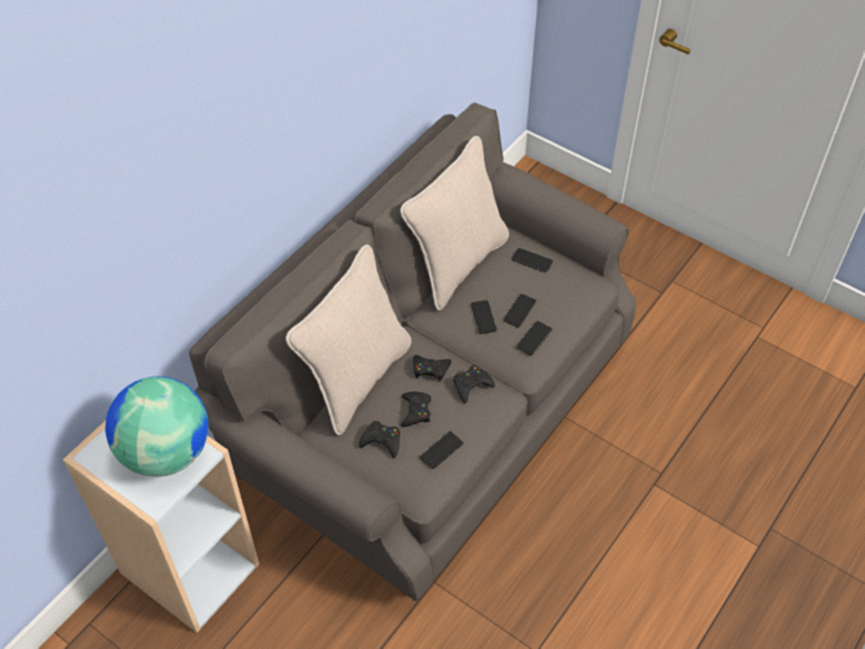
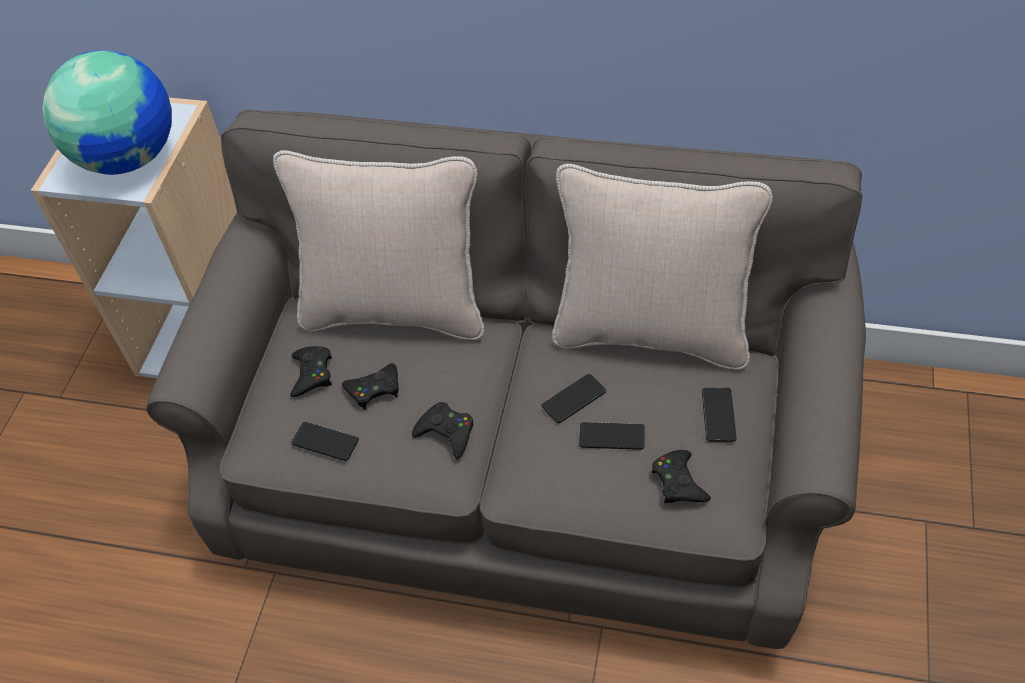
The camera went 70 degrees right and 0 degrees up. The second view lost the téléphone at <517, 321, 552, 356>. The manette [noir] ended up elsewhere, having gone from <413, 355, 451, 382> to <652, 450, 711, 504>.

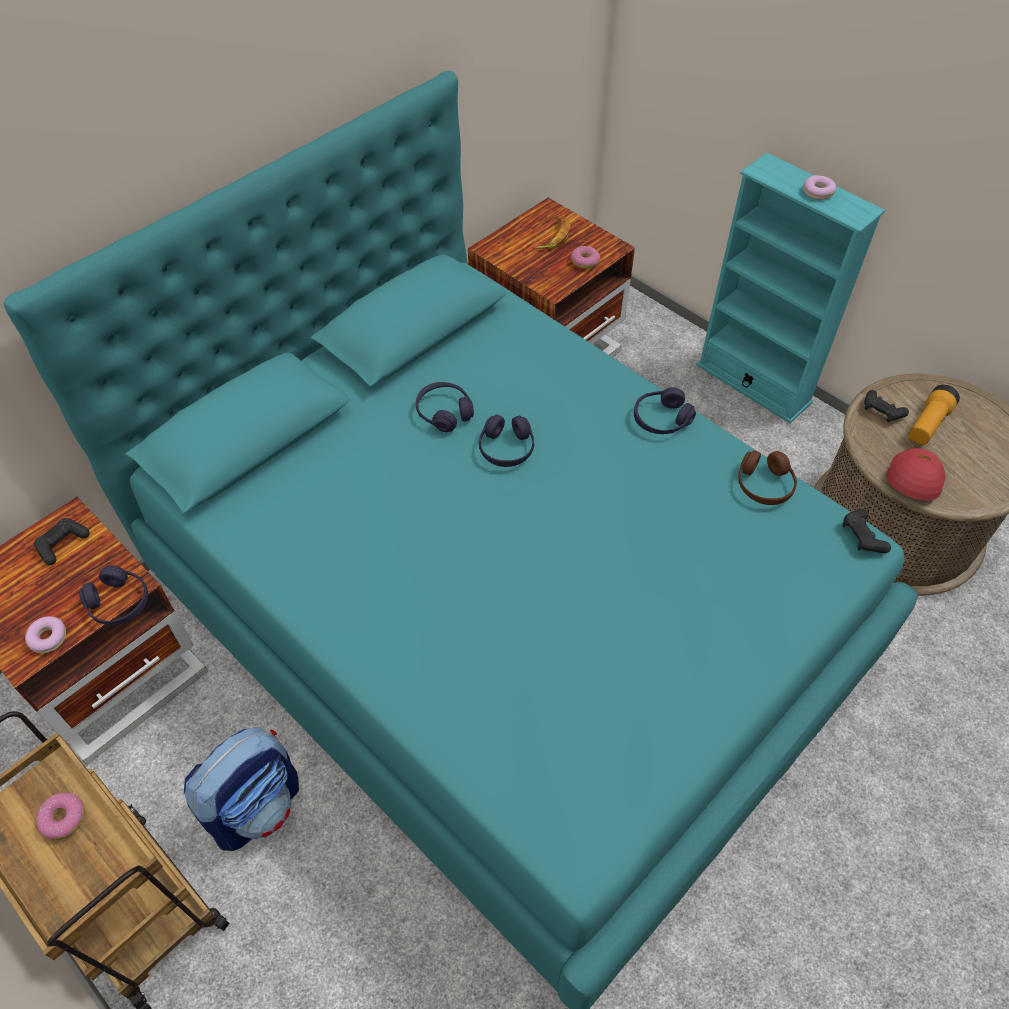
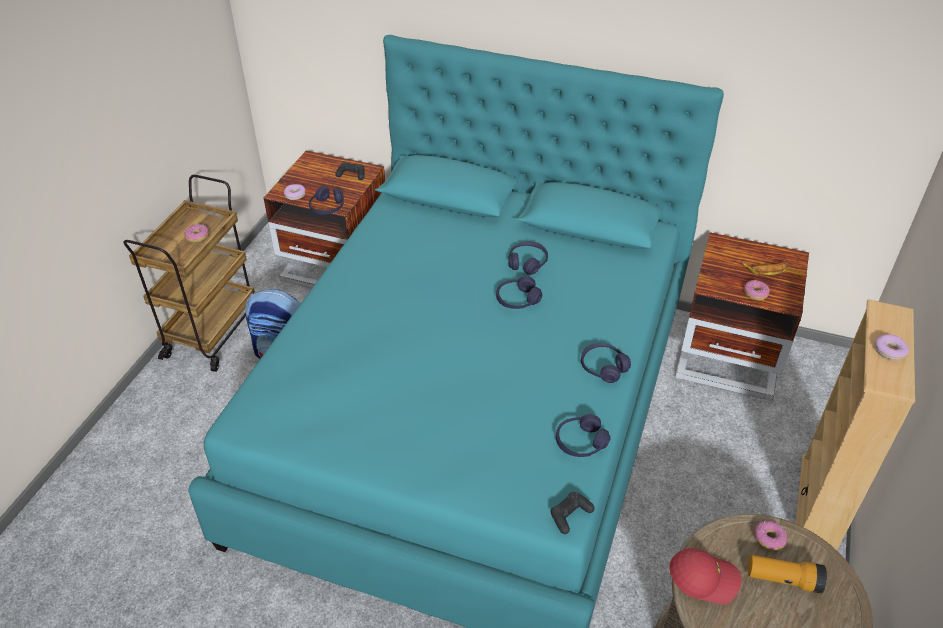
The camera went 65 degrees right and 10 degrees down. Where the manette [noir] stood at <864, 390, 909, 422>, the beignet came to stand at <755, 521, 787, 550>. What was the bibliothèque [turquoise] at <696, 153, 885, 423> turned into the bibliothèque [beige] at <796, 299, 915, 550>. What was the casque audio [marron] at <739, 450, 797, 505> turned into the casque audio [violet] at <556, 414, 611, 457>.

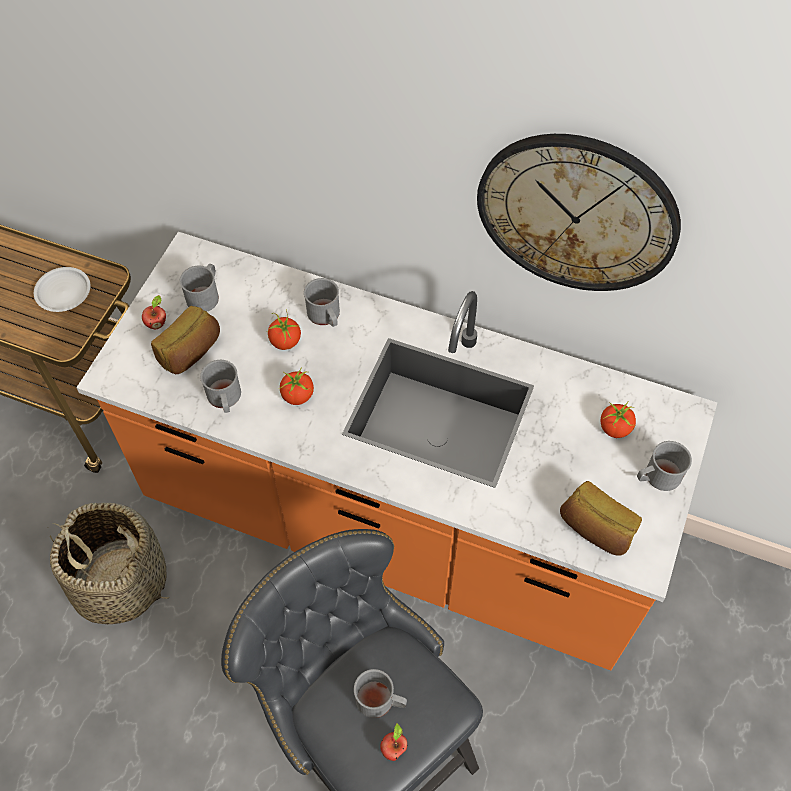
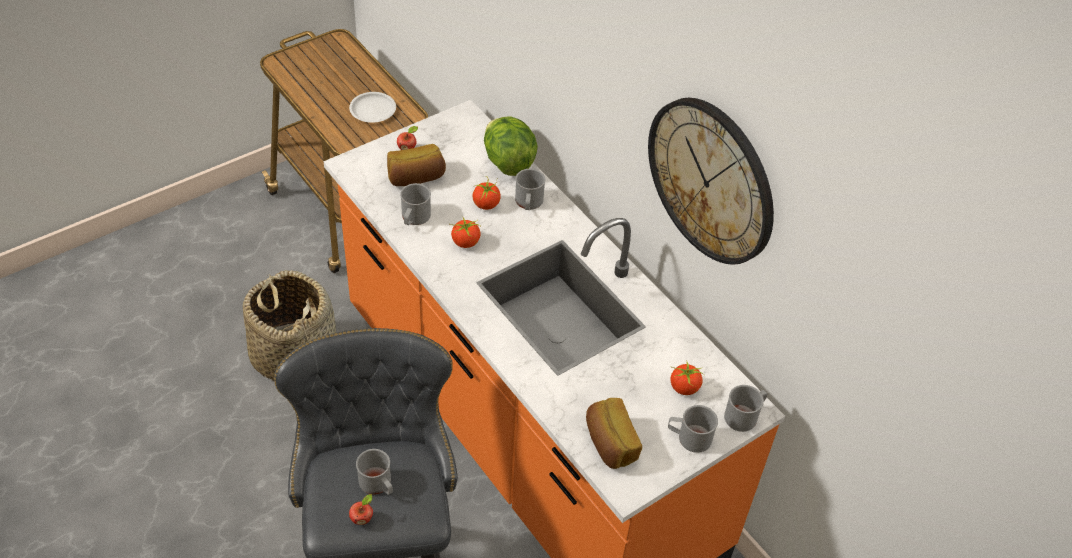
The camera went 30 degrees right and 10 degrees down. The second view gained the laitue at <484, 116, 538, 176>. The mug [gris] ended up elsewhere, having gone from <180, 264, 219, 312> to <724, 385, 767, 432>.

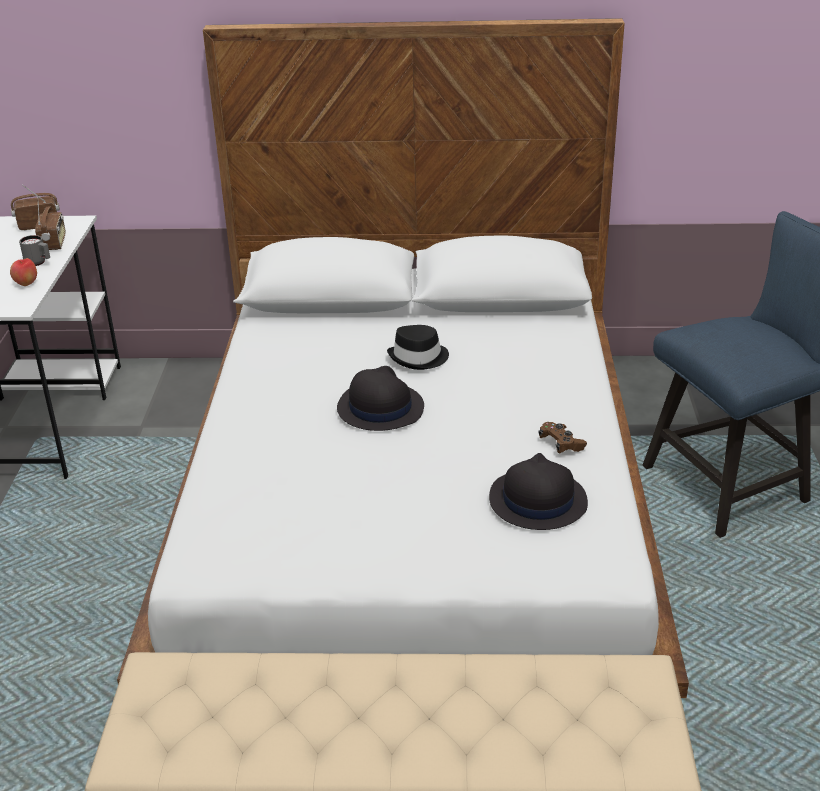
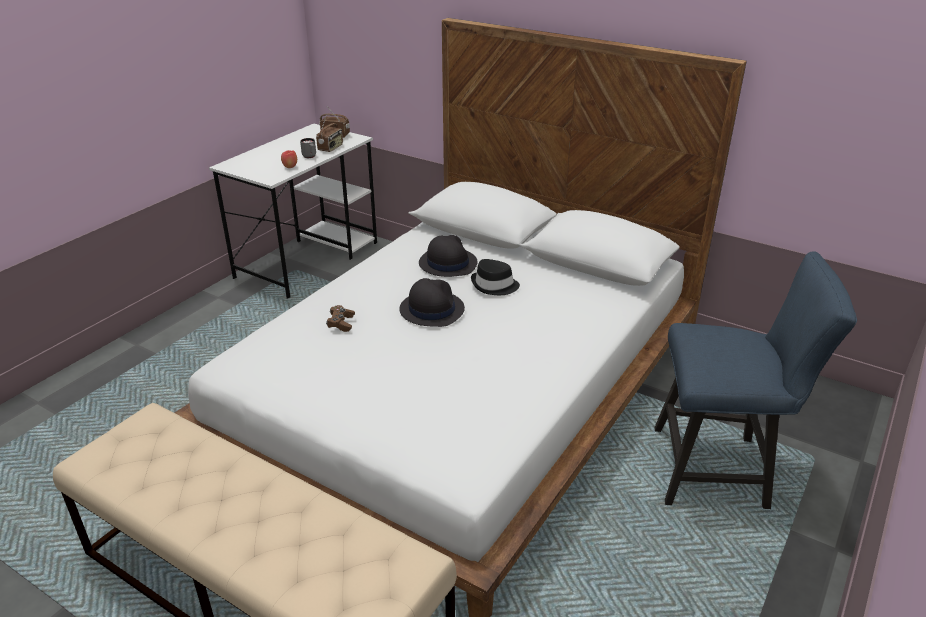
The camera went 30 degrees right and 0 degrees up. The chapeau [noir] ended up elsewhere, having gone from <489, 453, 588, 530> to <419, 235, 477, 277>. The manette [marron] ended up elsewhere, having gone from <538, 422, 587, 454> to <326, 305, 355, 332>.

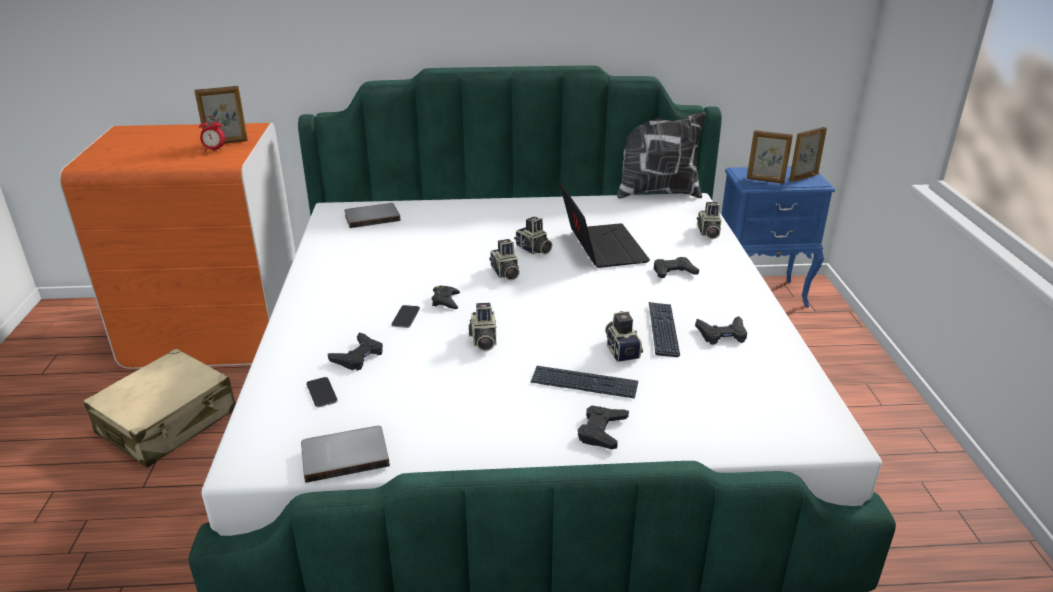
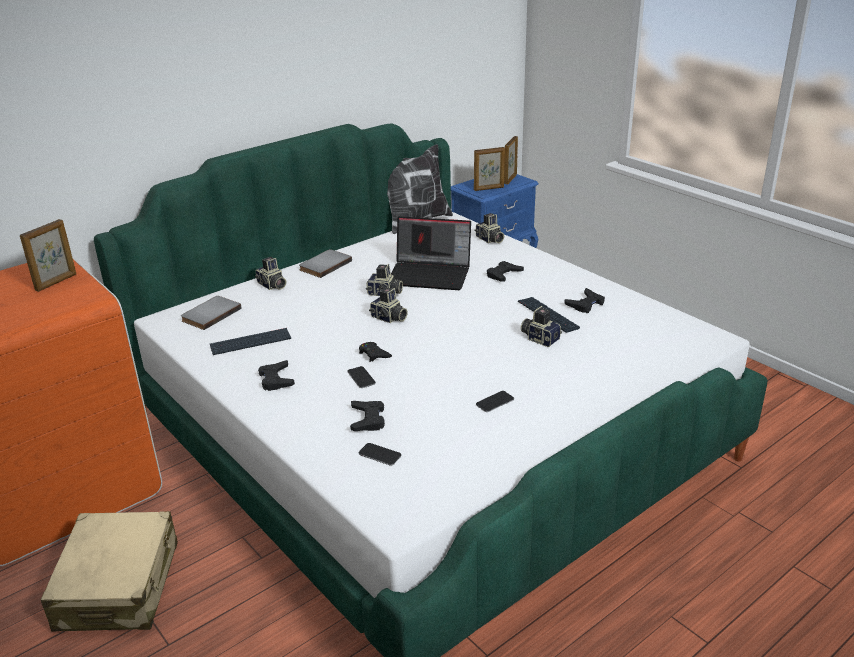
The camera went 35 degrees left and 0 degrees up. The second view lost the réveil at <199, 116, 225, 152>. The second view gained the téléphone at <476, 391, 514, 412>. The livre [gris] ended up elsewhere, having gone from <301, 426, 390, 483> to <299, 249, 352, 278>. The appareil photo ended up elsewhere, having gone from <469, 303, 497, 351> to <255, 257, 286, 290>. The clavier ended up elsewhere, having gone from <531, 366, 638, 399> to <210, 328, 291, 355>. The manette [noir] ended up elsewhere, having gone from <578, 405, 629, 449> to <258, 360, 295, 391>. The ordinateur portable at <560, 183, 650, 268> ended up facing another way, 150 degrees clockwise from before.

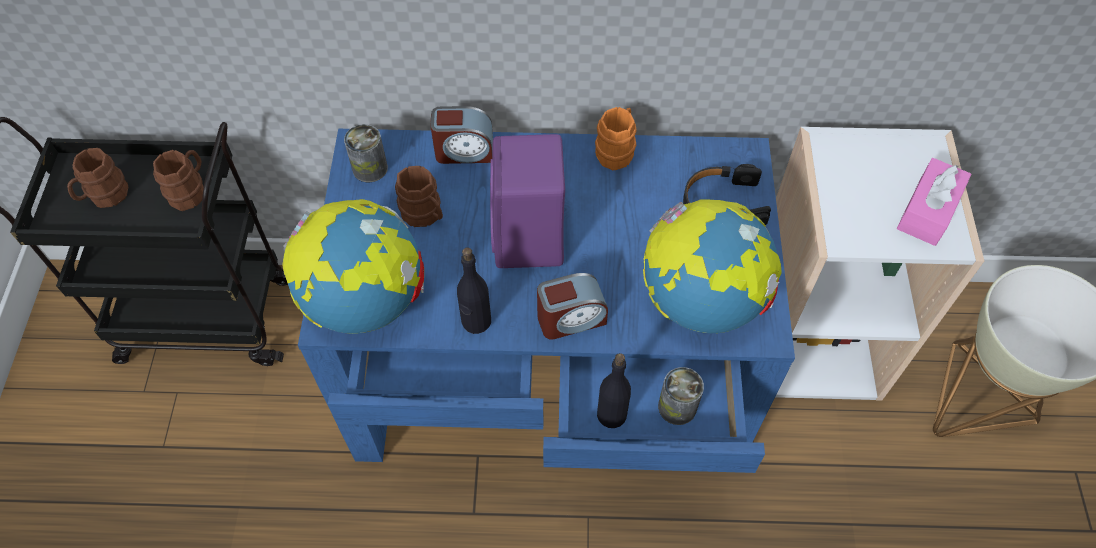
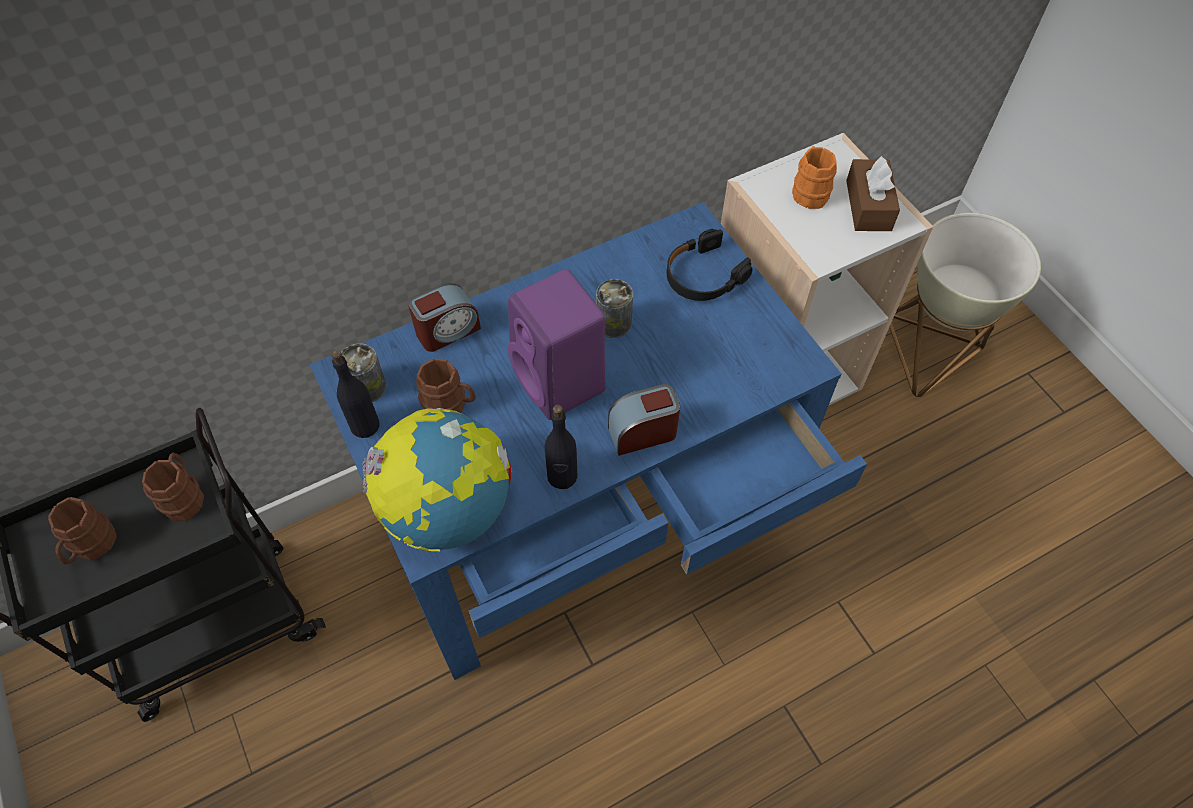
The camera went 30 degrees left and 0 degrees up. The second view lost the globe at <643, 200, 782, 333>. The mug [orange] ended up elsewhere, having gone from <595, 107, 637, 170> to <792, 146, 837, 209>. The bouteille [noir] ended up elsewhere, having gone from <597, 353, 631, 428> to <331, 350, 380, 438>. The boîte métallique ended up elsewhere, having gone from <658, 367, 704, 425> to <596, 279, 633, 338>. What was the boîte à mouchoirs [rose] at <897, 158, 971, 246> turned into the boîte à mouchoirs [marron] at <846, 156, 900, 231>. The réveil at <537, 273, 608, 340> ended up facing another way, 150 degrees counterclockwise from before.

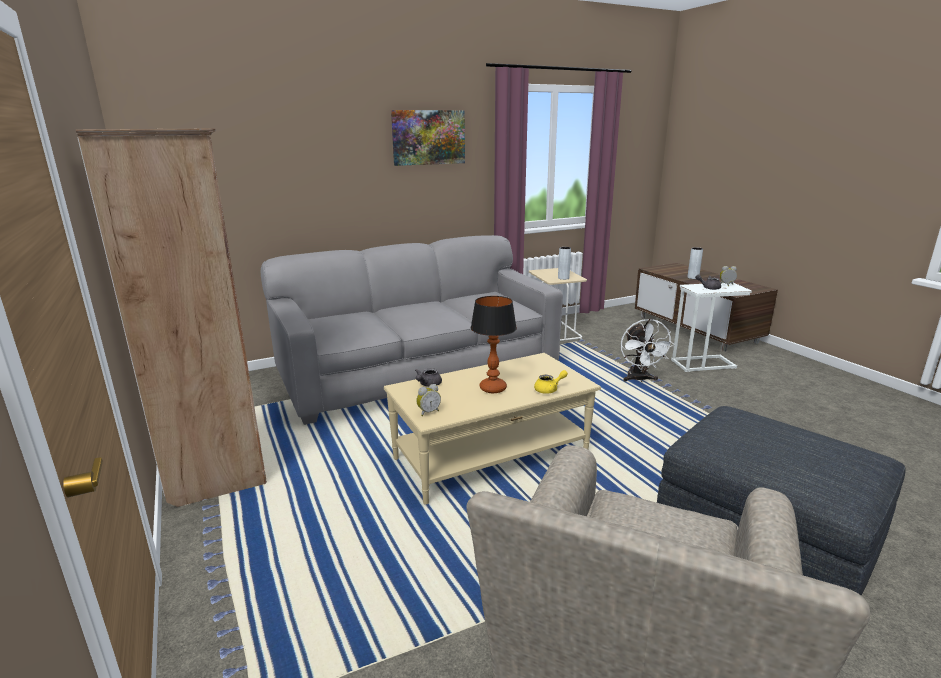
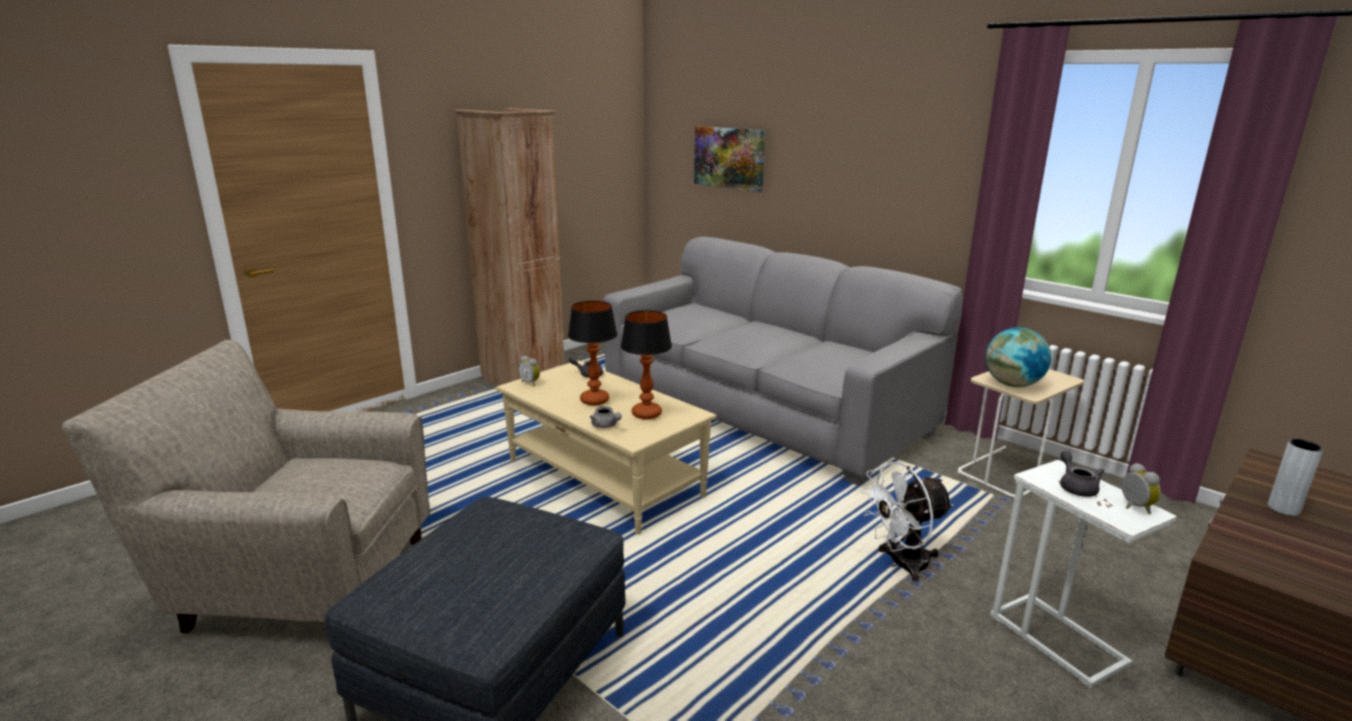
The camera went 70 degrees right and 0 degrees up. The second view gained the lampe de table at <621, 310, 672, 419>. The tableau ended up elsewhere, having gone from <391, 110, 465, 166> to <694, 126, 765, 192>. Where the vase [gris] stood at <558, 247, 571, 280>, the globe came to stand at <985, 327, 1051, 387>. What was the théière [jaune] at <534, 370, 568, 394> turned into the théière [gris] at <590, 406, 622, 428>.

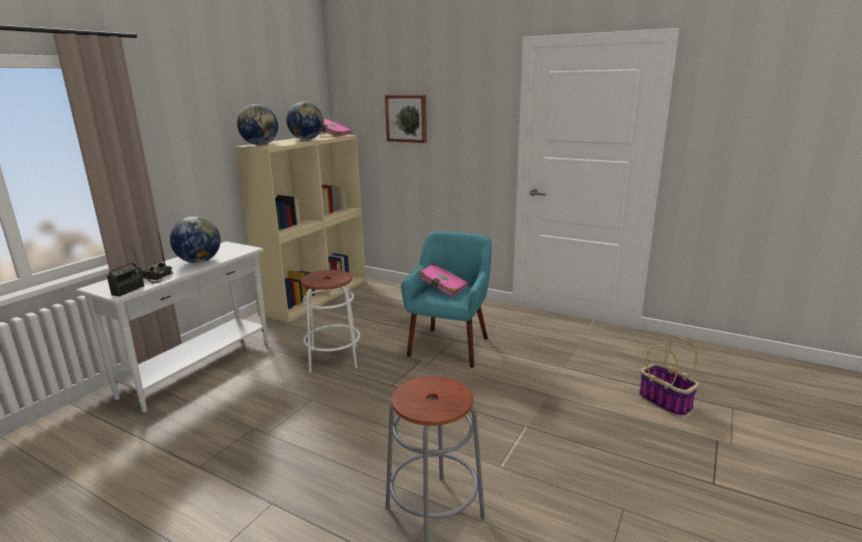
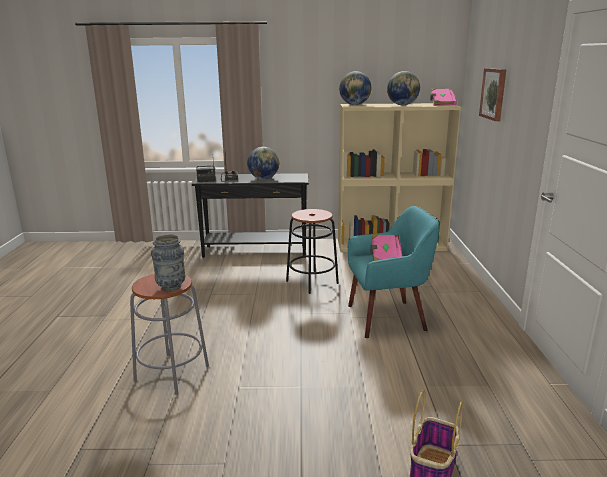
The camera went 60 degrees right and 0 degrees up. The second view gained the vase at <151, 234, 185, 292>. What was the table console [blanc] at <76, 241, 268, 413> turned into the table console [noir] at <192, 173, 309, 258>. What was the tabouret [blanc] at <301, 270, 360, 373> turned into the tabouret [noir] at <286, 209, 339, 294>.

